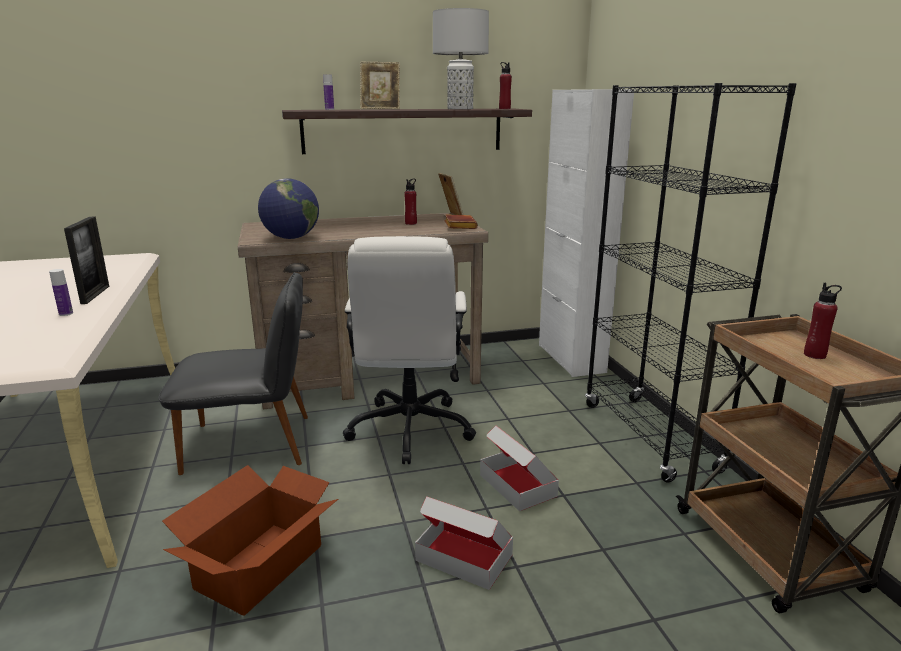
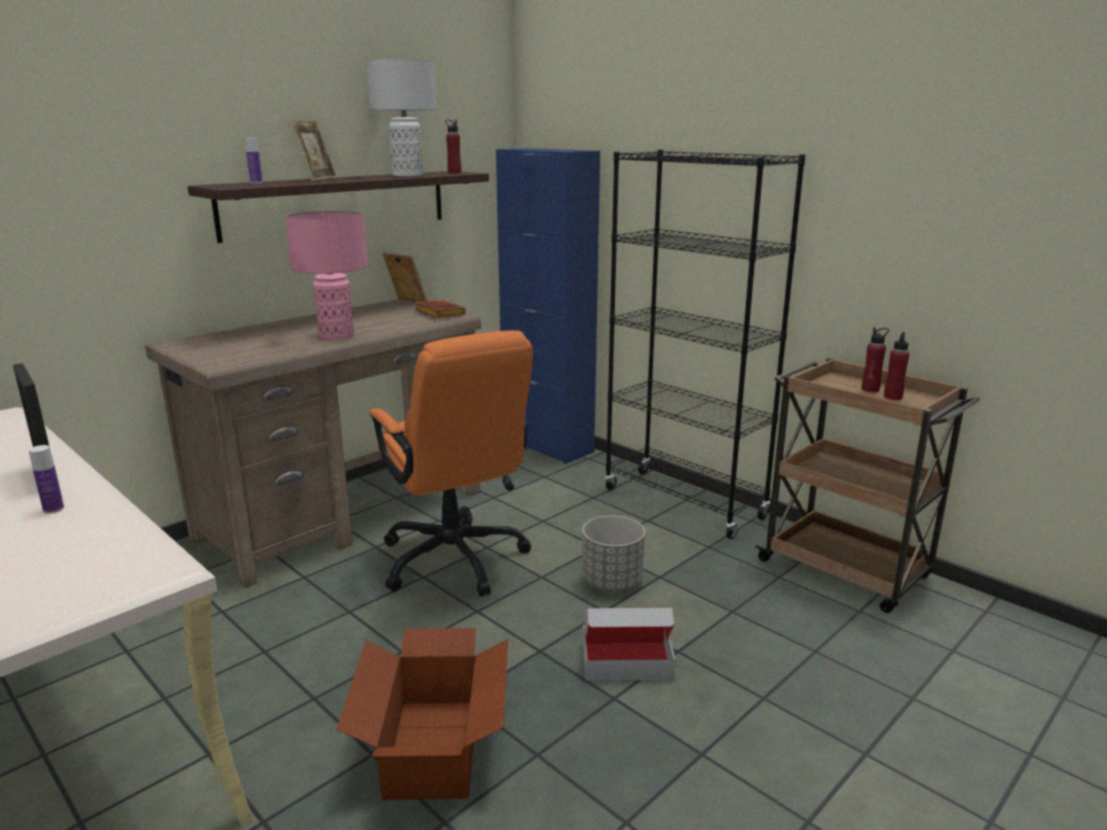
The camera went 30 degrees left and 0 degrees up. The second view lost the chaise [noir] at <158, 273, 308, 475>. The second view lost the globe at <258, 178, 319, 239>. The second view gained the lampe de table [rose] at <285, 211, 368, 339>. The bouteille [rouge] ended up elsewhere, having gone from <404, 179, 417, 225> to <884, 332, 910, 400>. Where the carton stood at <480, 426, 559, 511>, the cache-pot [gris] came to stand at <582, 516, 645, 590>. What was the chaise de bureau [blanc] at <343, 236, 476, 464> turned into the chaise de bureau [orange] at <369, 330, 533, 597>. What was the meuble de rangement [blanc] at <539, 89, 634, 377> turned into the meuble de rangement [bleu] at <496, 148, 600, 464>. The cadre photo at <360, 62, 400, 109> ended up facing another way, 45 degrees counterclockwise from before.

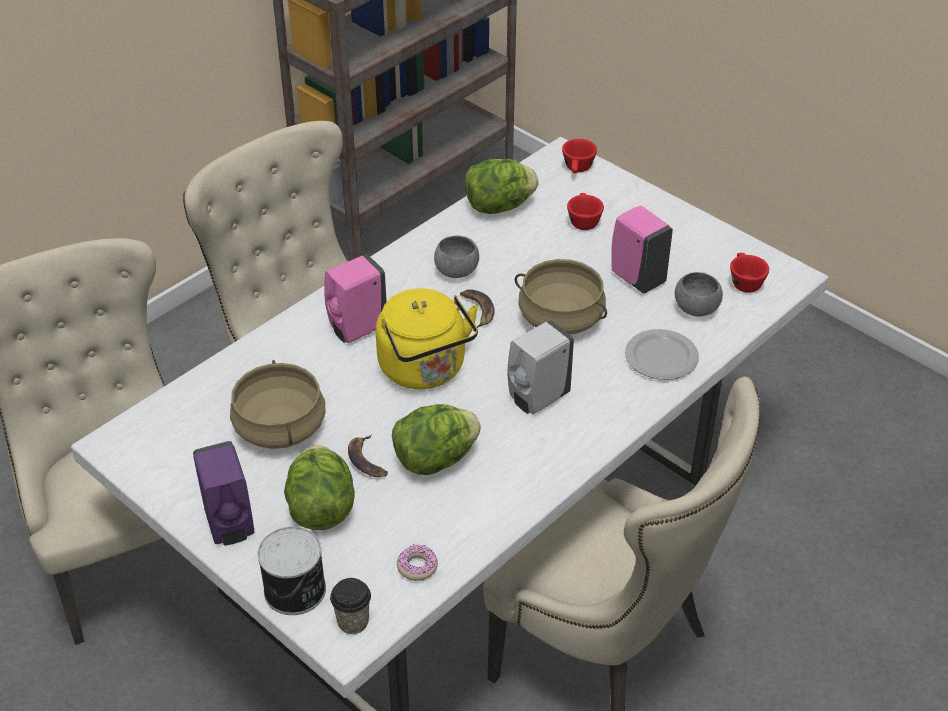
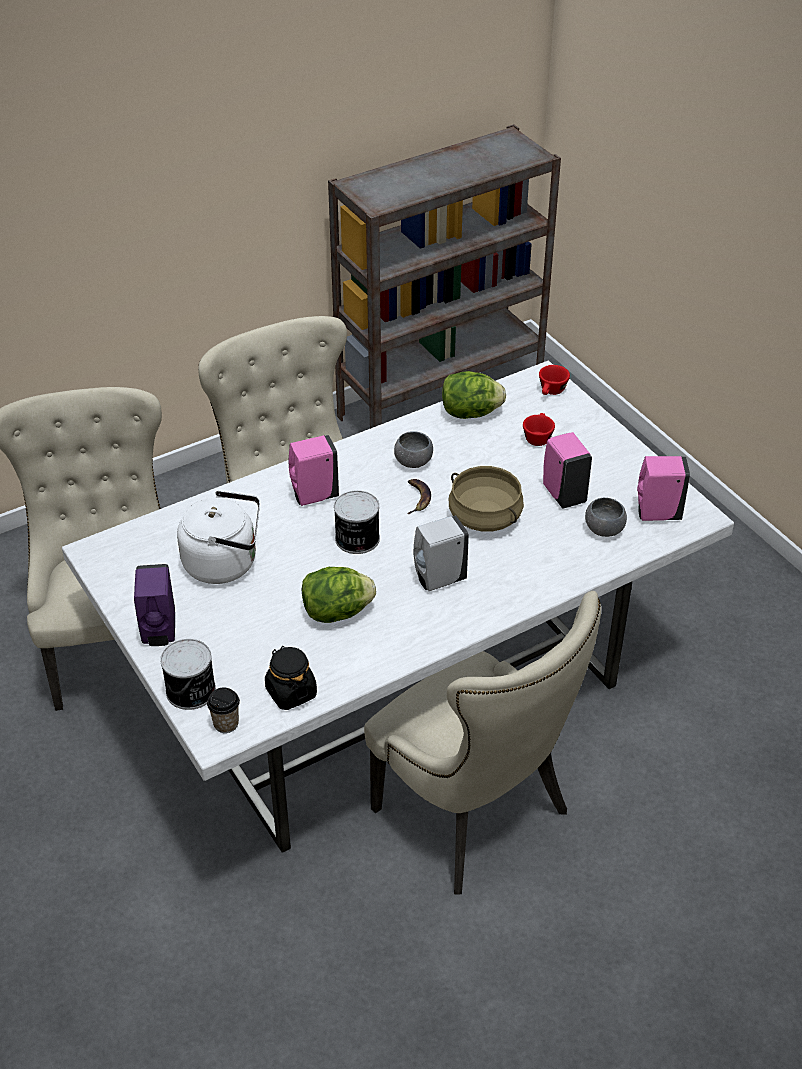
The camera went 15 degrees right and 0 degrees up. The second view lost the laitue at <284, 445, 355, 530>. The second view lost the banane at <348, 434, 388, 477>. The second view lost the assiette at <625, 329, 699, 380>. Where the marmite [beige] stood at <230, 360, 325, 449>, the bouilloire [blanc] came to stand at <177, 491, 260, 584>. Where the bouilloire [jaune] stood at <376, 288, 478, 389>, the boîte métallique came to stand at <334, 490, 380, 554>. Where the beignet stood at <397, 545, 438, 581>, the bocal [noir] came to stand at <265, 646, 317, 710>. Where the tasse [rouge] stood at <730, 253, 769, 293>, the distributeur de savon [rose] came to stand at <637, 456, 690, 521>.

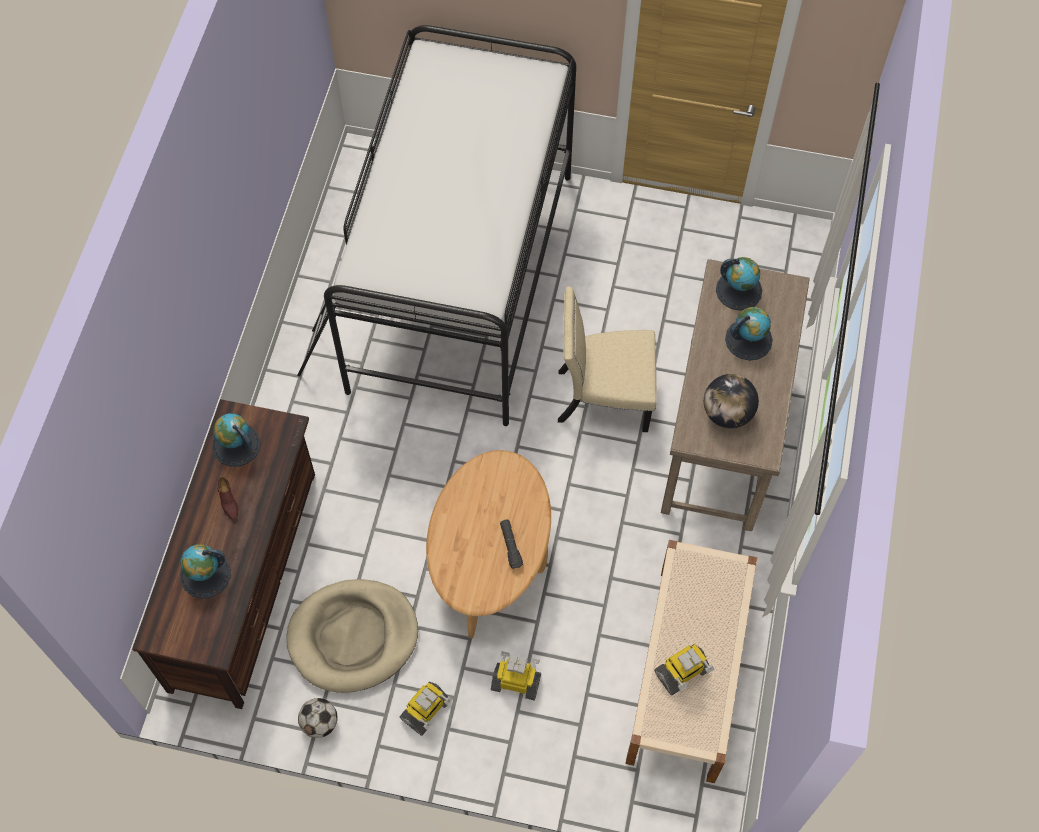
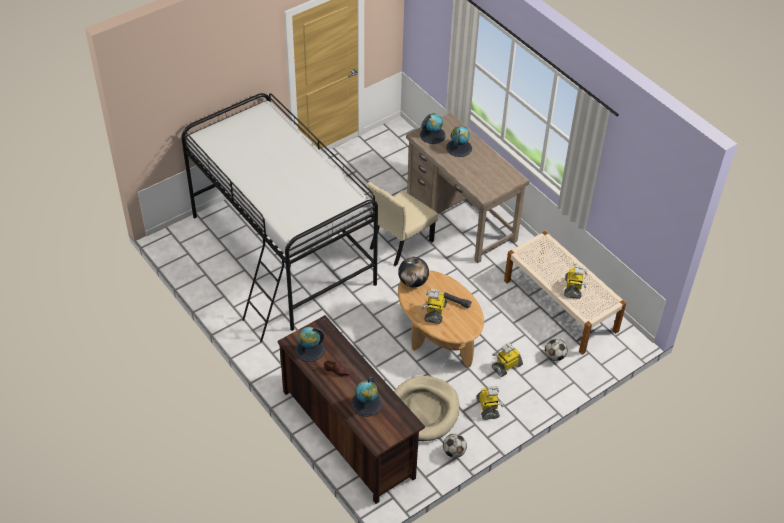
The camera went 50 degrees left and 15 degrees down. The second view gained the robot jouet at <422, 289, 447, 324>. The second view gained the ballon de foot at <545, 339, 567, 361>. The globe ended up elsewhere, having gone from <704, 374, 759, 428> to <398, 257, 429, 288>.

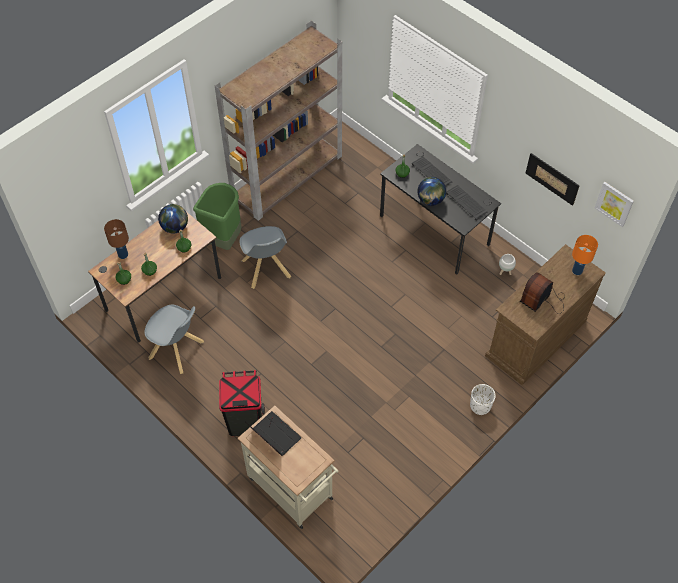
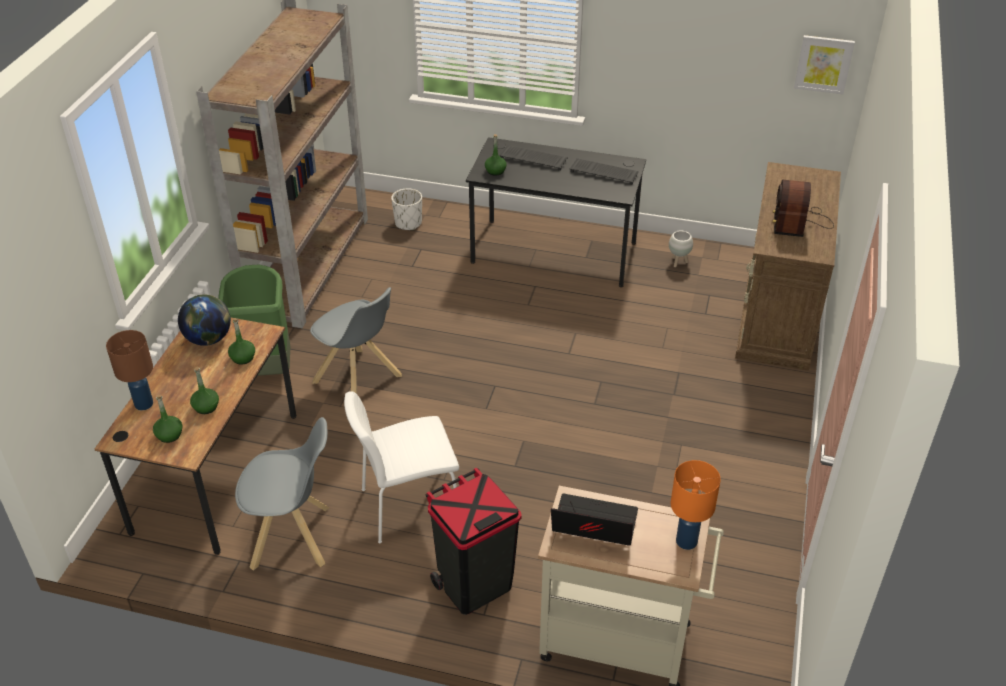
The camera went 30 degrees left and 15 degrees down. The second view lost the globe at <418, 177, 446, 206>. The second view lost the tableau at <526, 153, 580, 206>. The second view gained the chaise [blanc] at <344, 391, 459, 543>. The cache-pot [blanc] ended up elsewhere, having gone from <470, 384, 496, 415> to <391, 188, 422, 230>. The lampe de table [orange] ended up elsewhere, having gone from <572, 235, 598, 275> to <671, 460, 721, 550>.

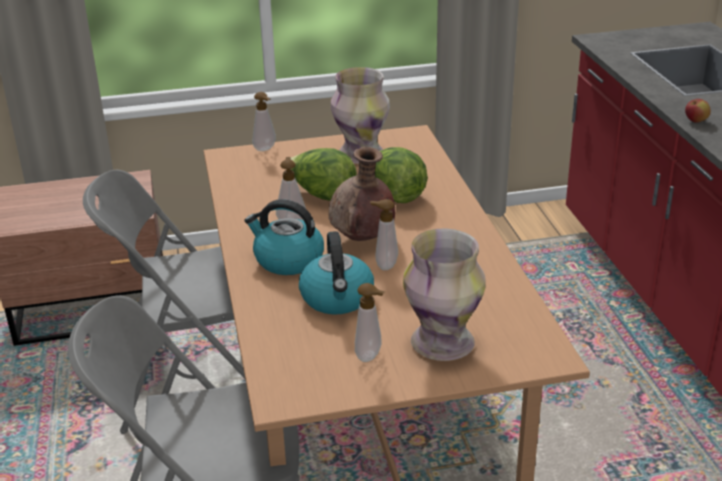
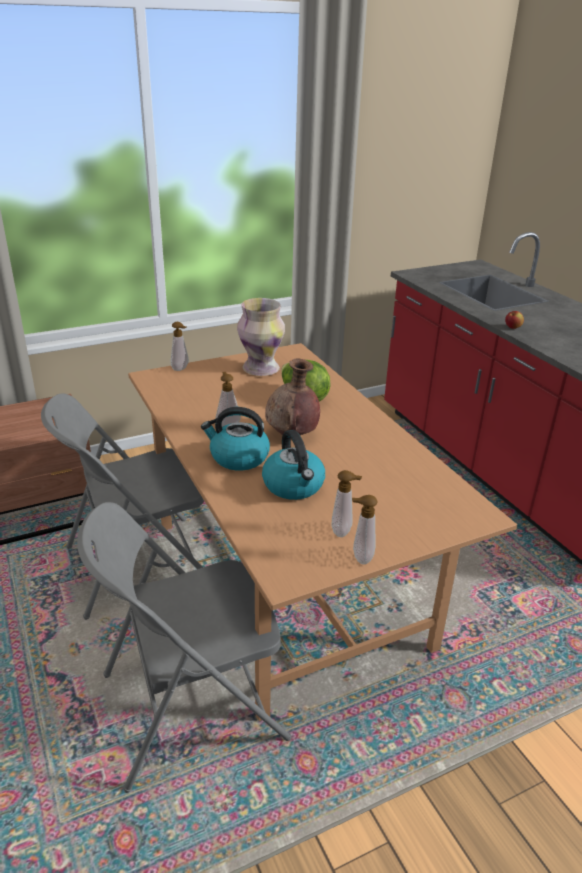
The camera went 15 degrees left and 0 degrees up. The second view lost the laitue at <290, 148, 357, 201>. The second view lost the vase at <403, 229, 486, 361>. The distributeur de savon ended up elsewhere, having gone from <370, 199, 398, 270> to <352, 495, 378, 564>.

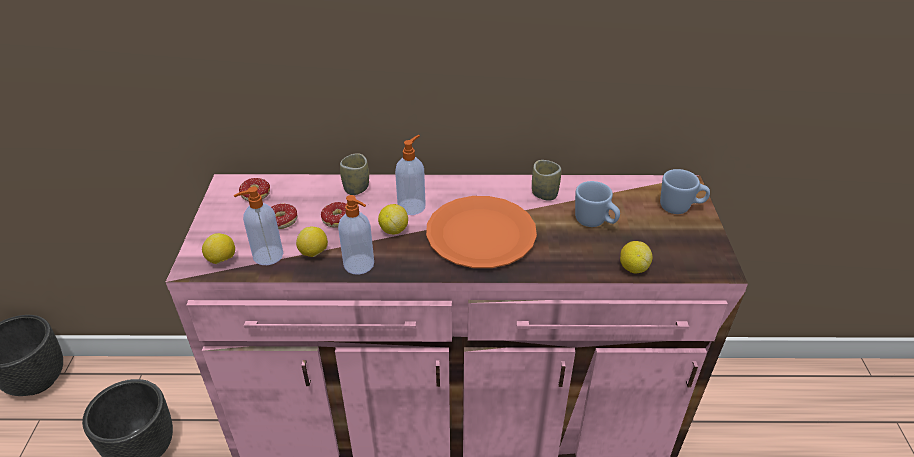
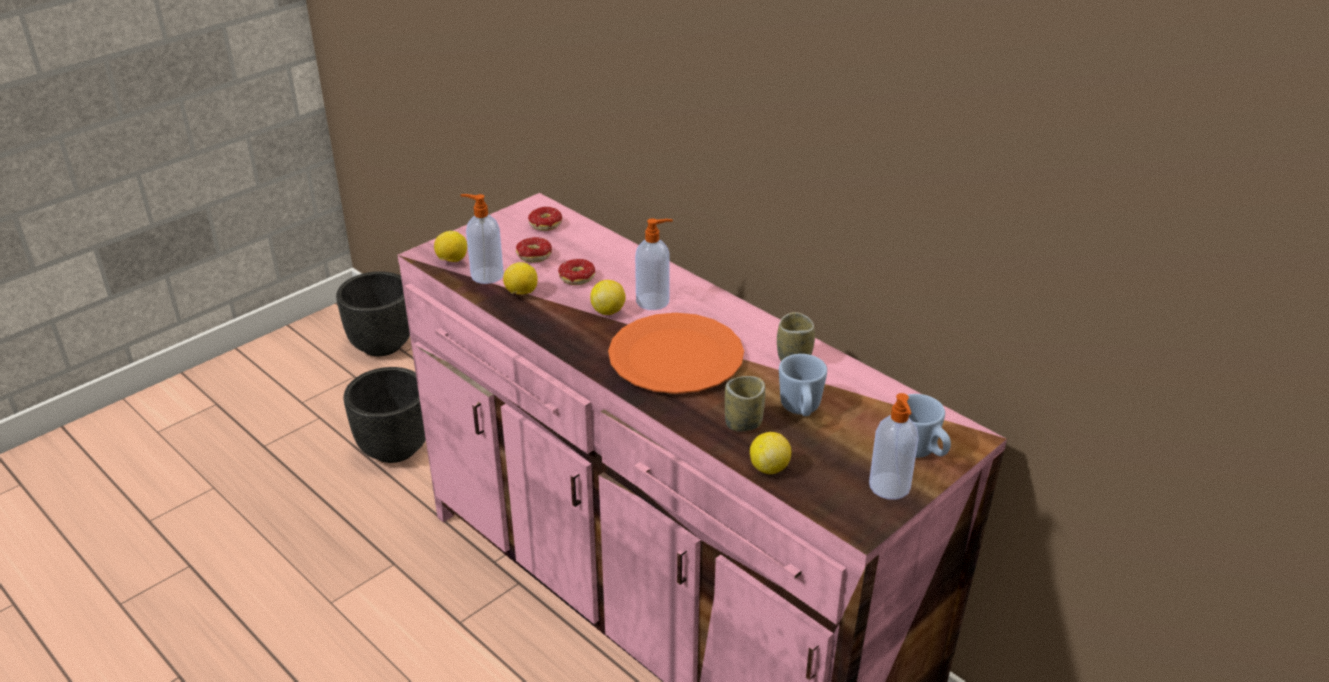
The camera went 45 degrees right and 5 degrees down. The distributeur de savon ended up elsewhere, having gone from <338, 195, 374, 275> to <869, 393, 919, 500>. The tasse ended up elsewhere, having gone from <340, 153, 369, 195> to <725, 376, 765, 431>.

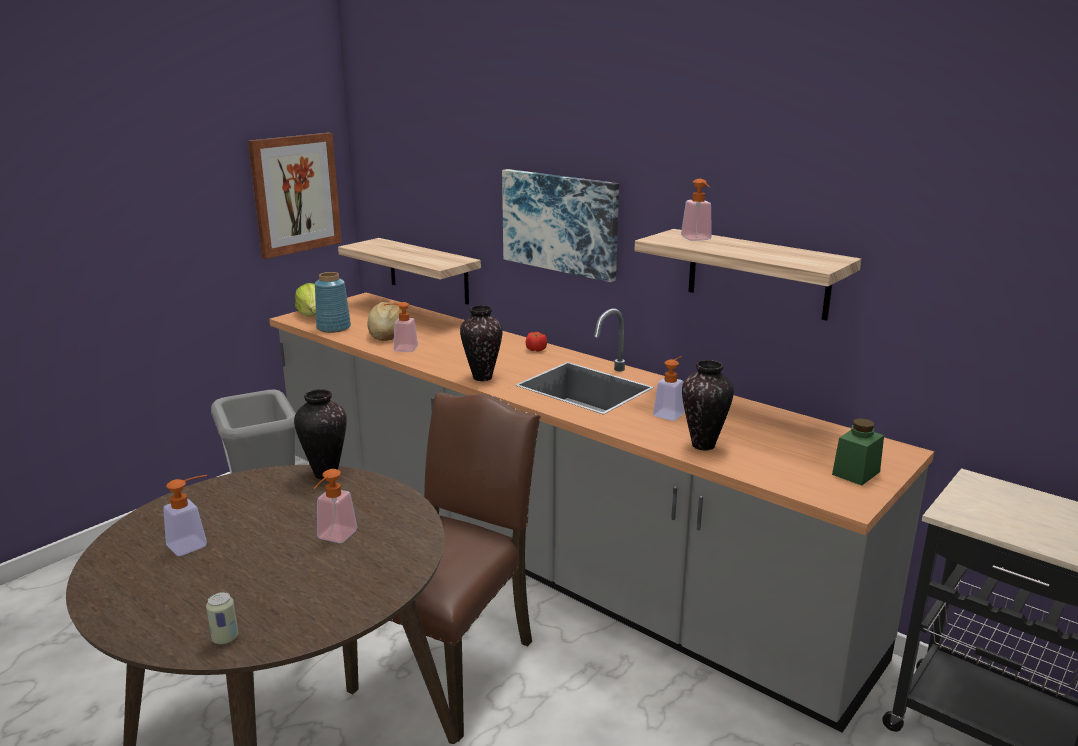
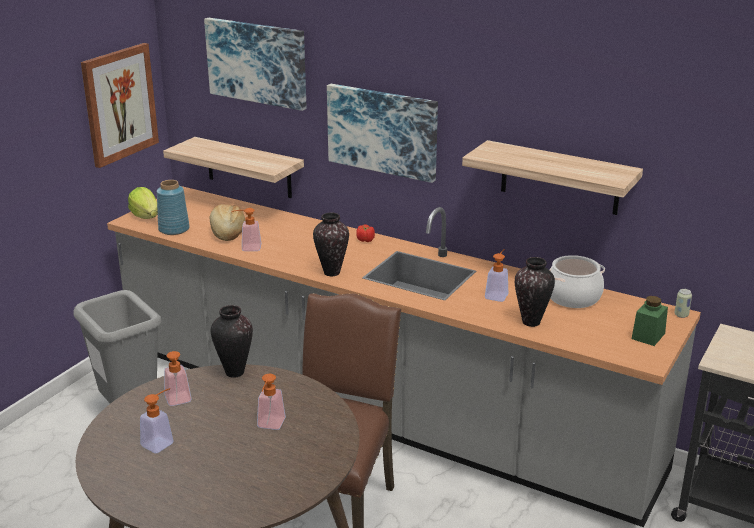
The camera went 10 degrees left and 5 degrees up. The second view gained the tableau at <204, 18, 307, 111>. The second view gained the marmite at <549, 255, 605, 308>. The boîte métallique ended up elsewhere, having gone from <206, 592, 238, 645> to <674, 289, 692, 318>. The distributeur de savon ended up elsewhere, having gone from <681, 179, 712, 241> to <164, 351, 192, 406>.

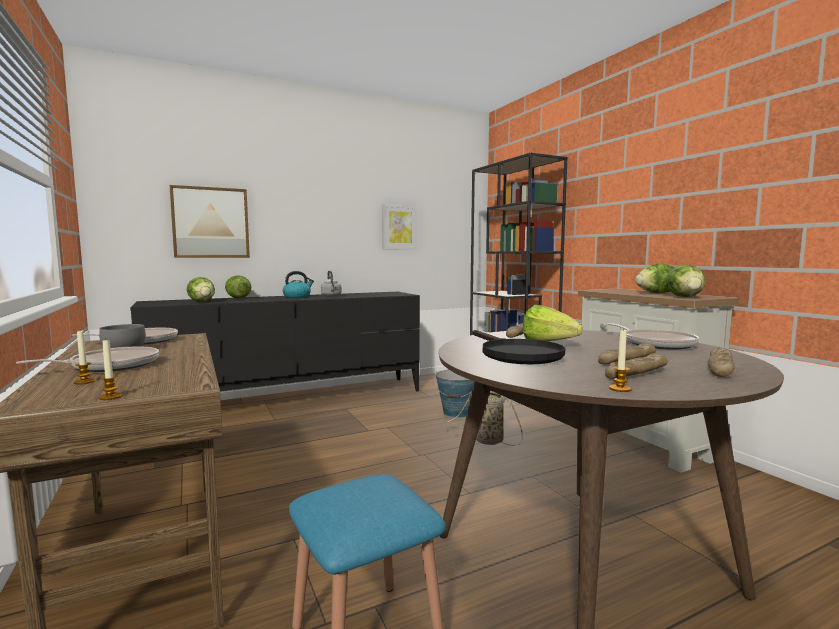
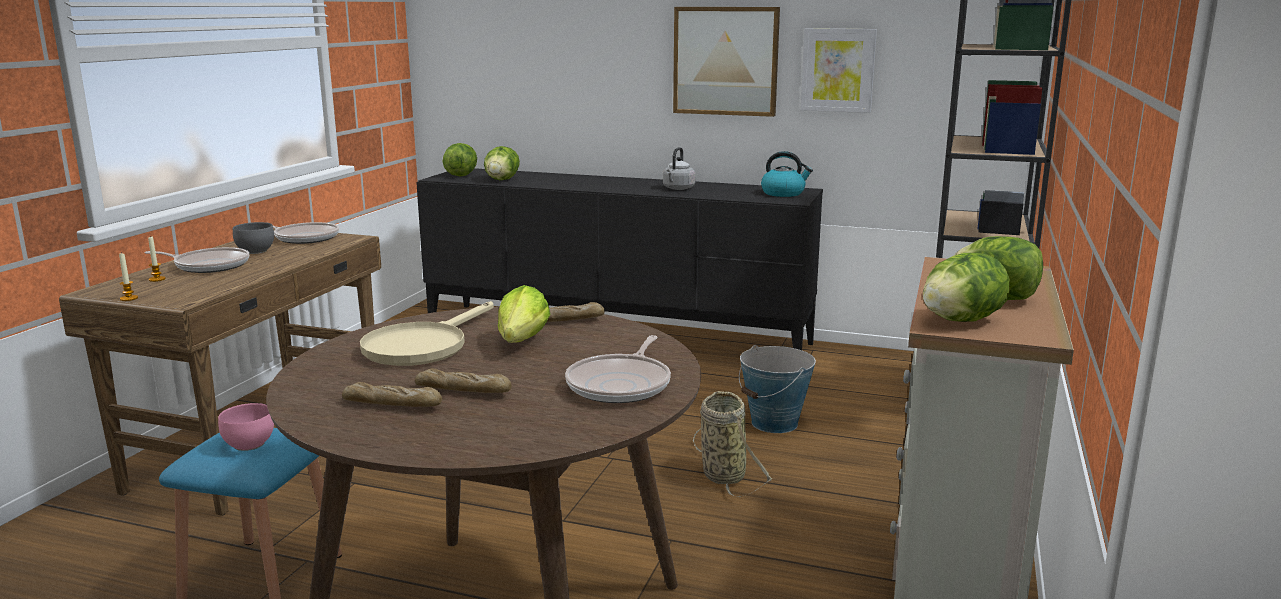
The camera went 45 degrees right and 10 degrees up. The second view lost the bougie at <609, 328, 632, 392>. The second view lost the pain at <708, 347, 735, 377>. The second view gained the bol [rose] at <218, 403, 274, 451>. The tableau ended up elsewhere, having gone from <169, 185, 250, 258> to <673, 7, 780, 117>. The laitue ended up elsewhere, having gone from <225, 275, 251, 299> to <442, 143, 477, 177>. The bouilloire ended up elsewhere, having gone from <283, 271, 314, 298> to <761, 151, 813, 197>. What was the poêle [noir] at <472, 330, 565, 364> turned into the poêle [beige] at <360, 301, 494, 366>.

